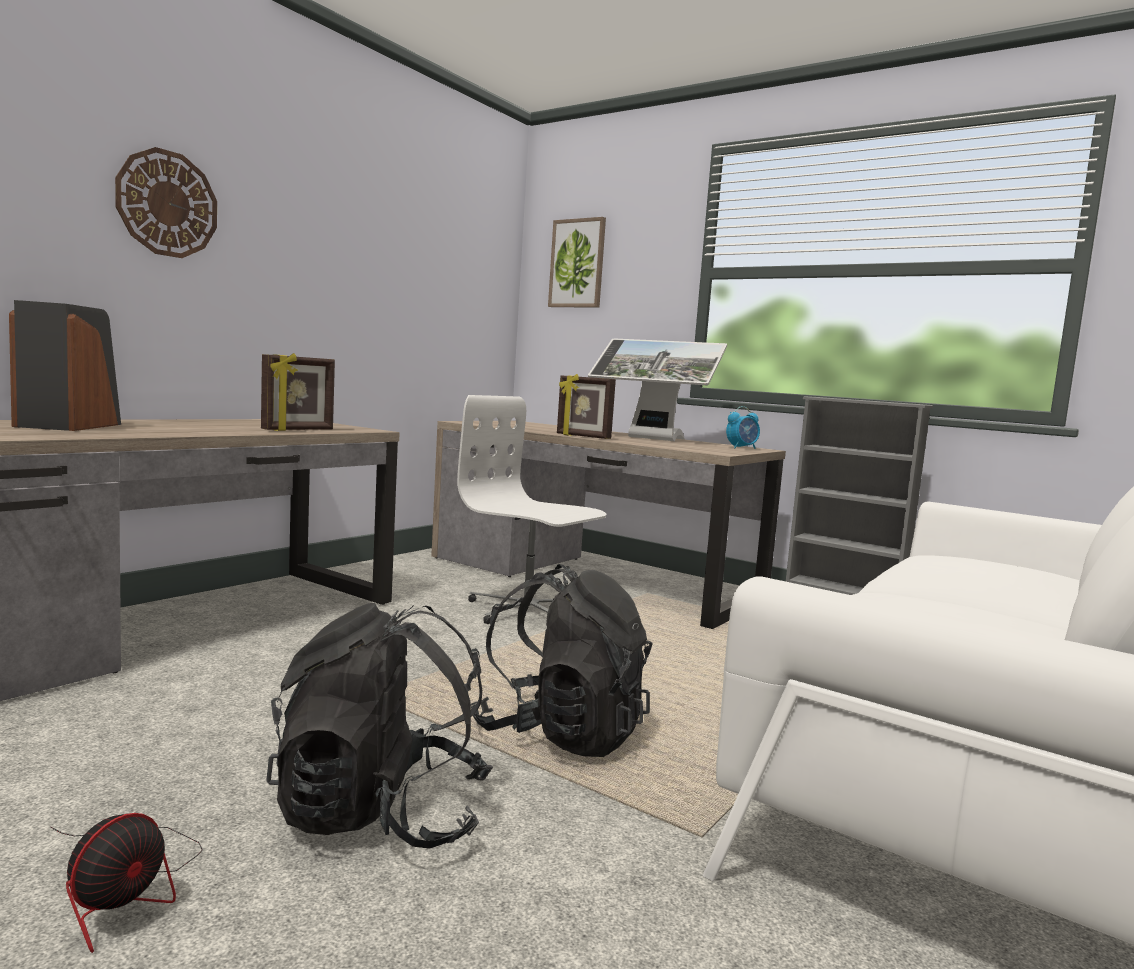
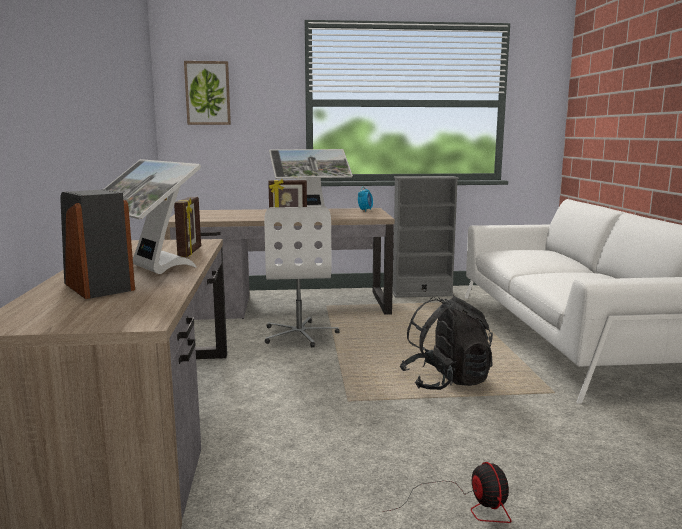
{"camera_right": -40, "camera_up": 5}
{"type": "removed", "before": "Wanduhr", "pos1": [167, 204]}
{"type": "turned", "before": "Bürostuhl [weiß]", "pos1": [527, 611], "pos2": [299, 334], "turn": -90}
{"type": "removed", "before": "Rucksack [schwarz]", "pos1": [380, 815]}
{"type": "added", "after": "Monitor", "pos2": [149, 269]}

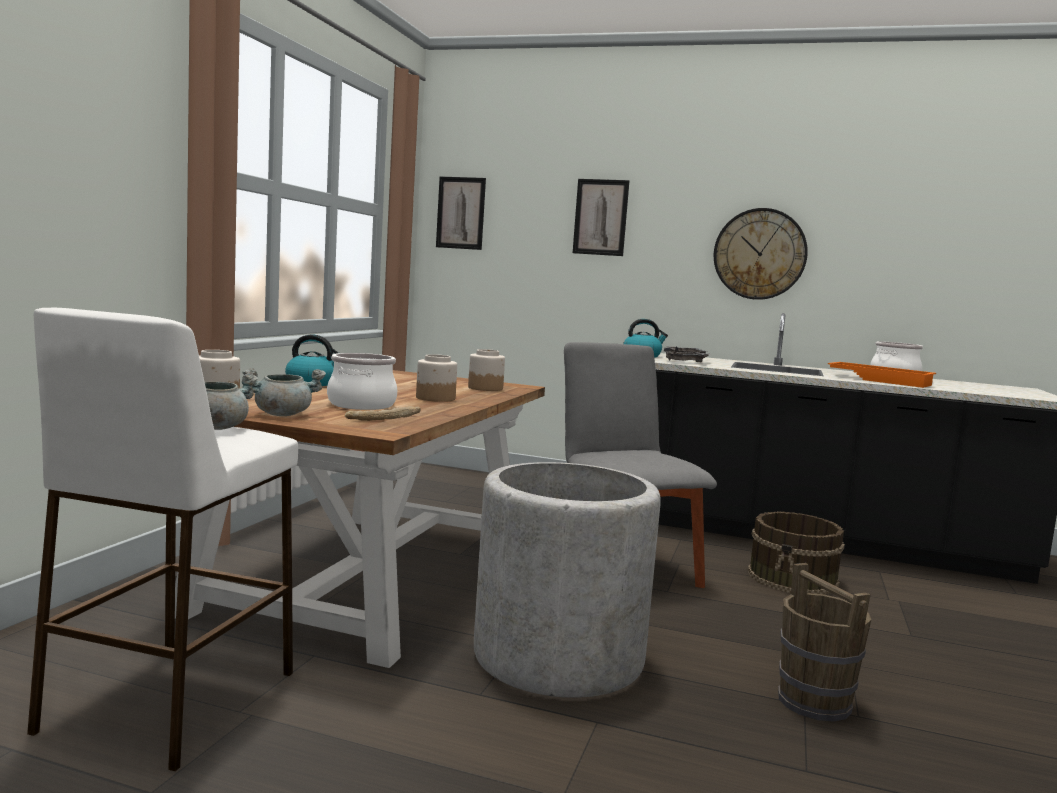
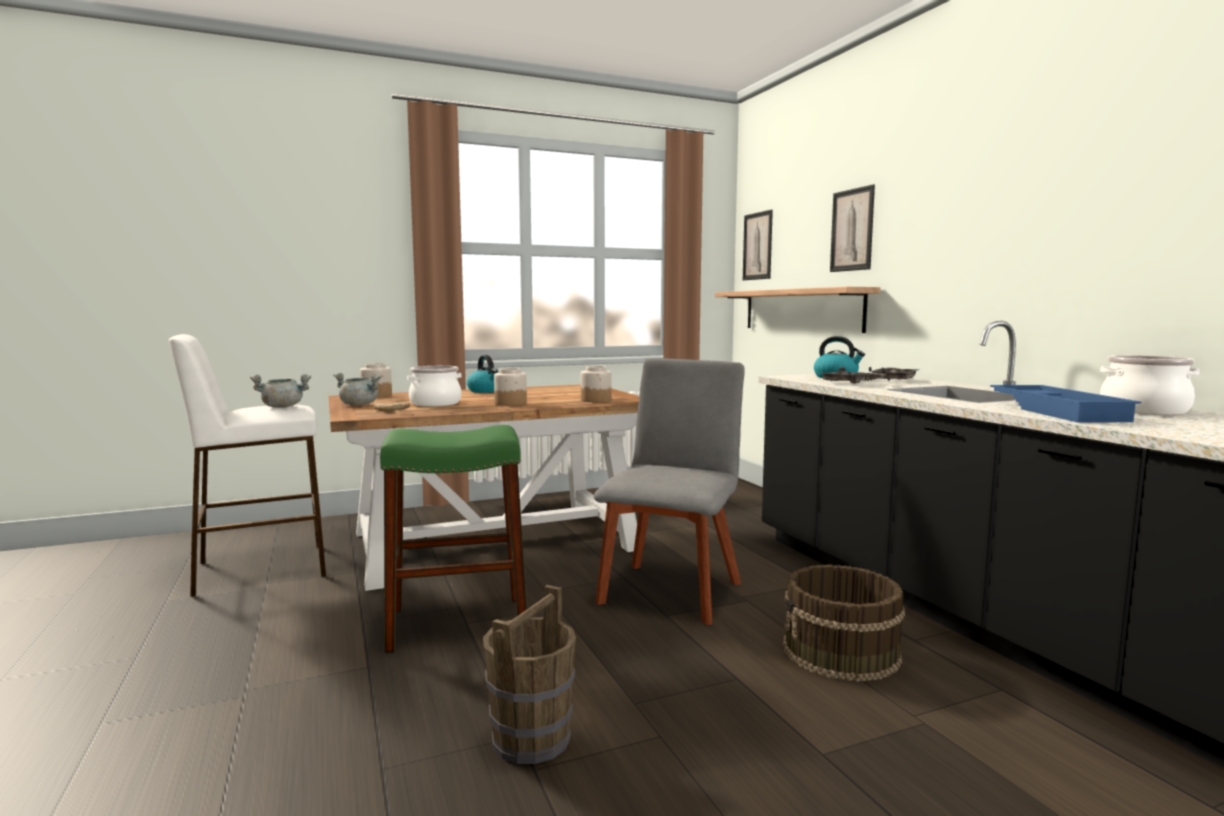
{"camera_right": 50, "camera_up": 0}
{"type": "removed", "before": "Wanduhr", "pos1": [759, 254]}
{"type": "recoloured", "before": "Tablett [orange]", "after": "Tablett [blau]", "pos1": [880, 380], "pos2": [1059, 411]}
{"type": "replaced", "before": "Pflanzkübel [grau]", "after": "Hocker [grün]", "pos1": [558, 657], "pos2": [457, 623]}
{"type": "added", "after": "Wandregal", "pos2": [801, 310]}

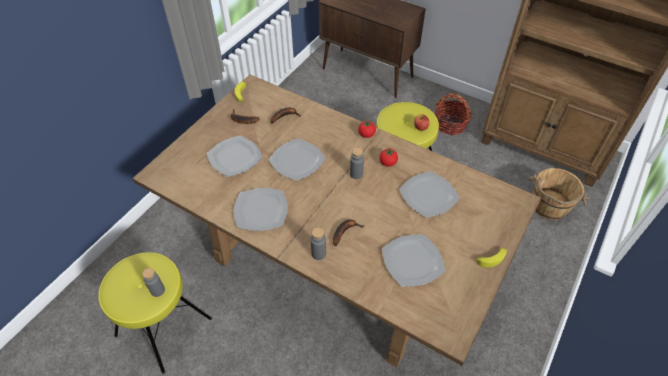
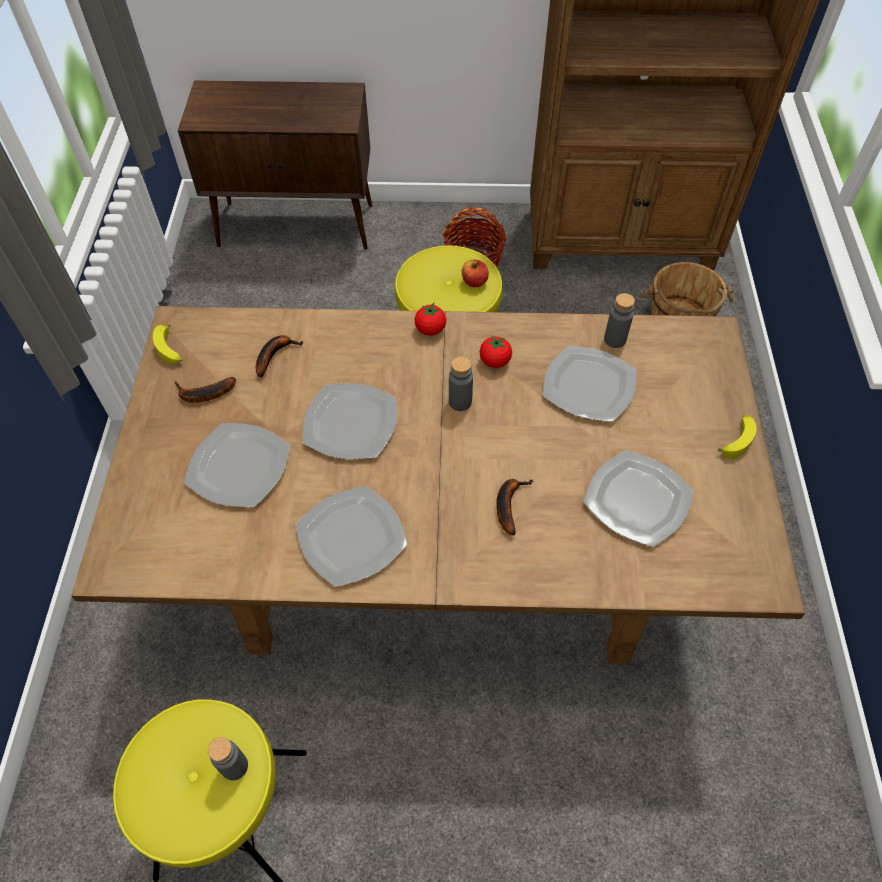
{"camera_right": -30, "camera_up": 5}
{"type": "moved", "before": "Flasche [grau]", "pos1": [318, 253], "pos2": [615, 339]}

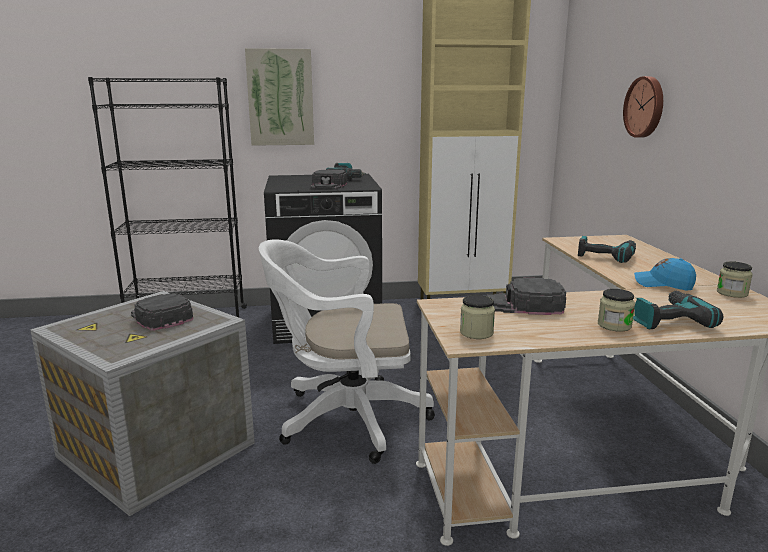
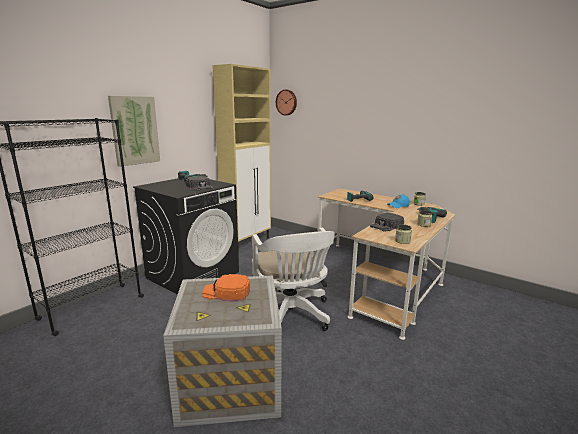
{"camera_right": -45, "camera_up": 0}
{"type": "moved", "before": "Wanduhr", "pos1": [645, 107], "pos2": [287, 102]}
{"type": "turned", "before": "Bürostuhl [weiß]", "pos1": [345, 419], "pos2": [291, 316], "turn": -60}
{"type": "recoloured", "before": "Kappe [schwarz]", "after": "Kappe [orange]", "pos1": [160, 317], "pos2": [226, 292]}

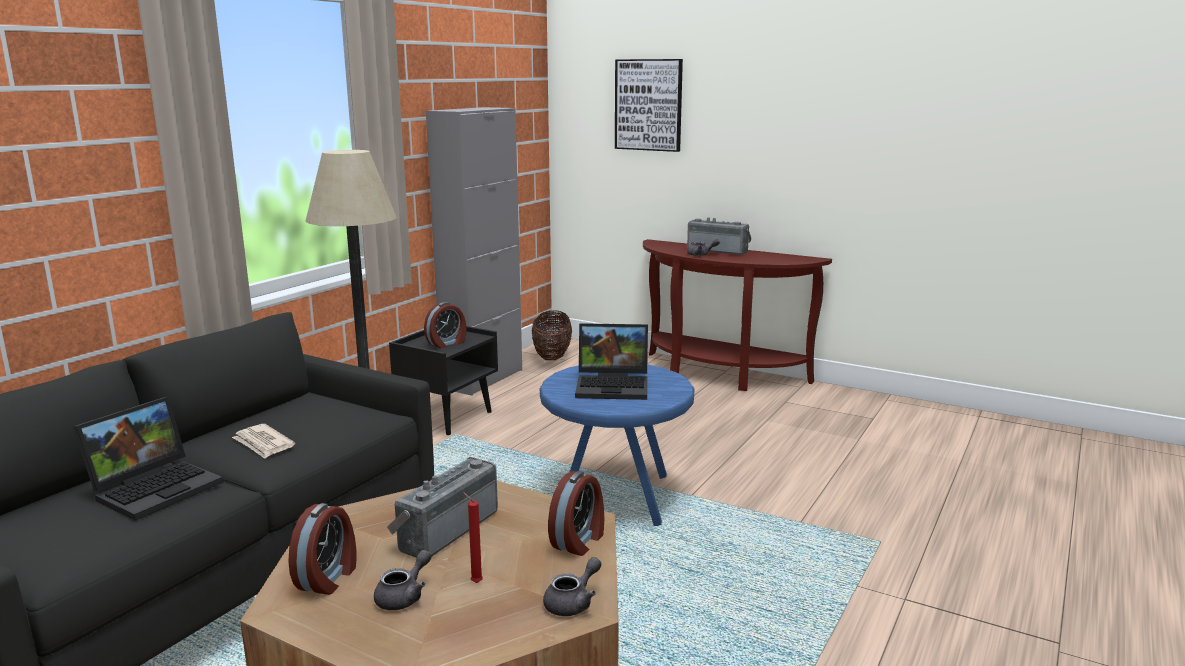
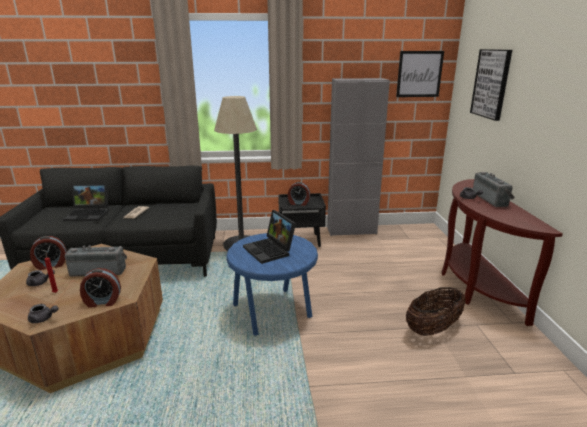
{"camera_right": 55, "camera_up": 5}
{"type": "moved", "before": "Korb", "pos1": [552, 356], "pos2": [433, 328]}
{"type": "added", "after": "Bild", "pos2": [419, 74]}

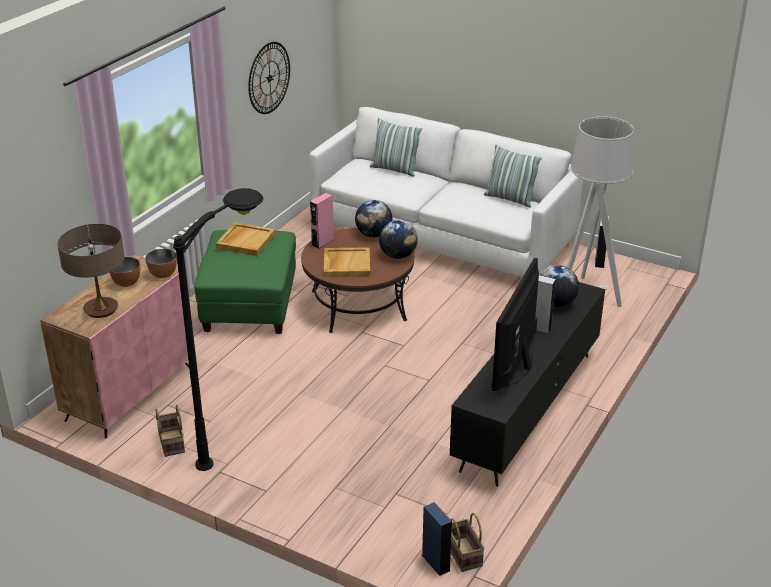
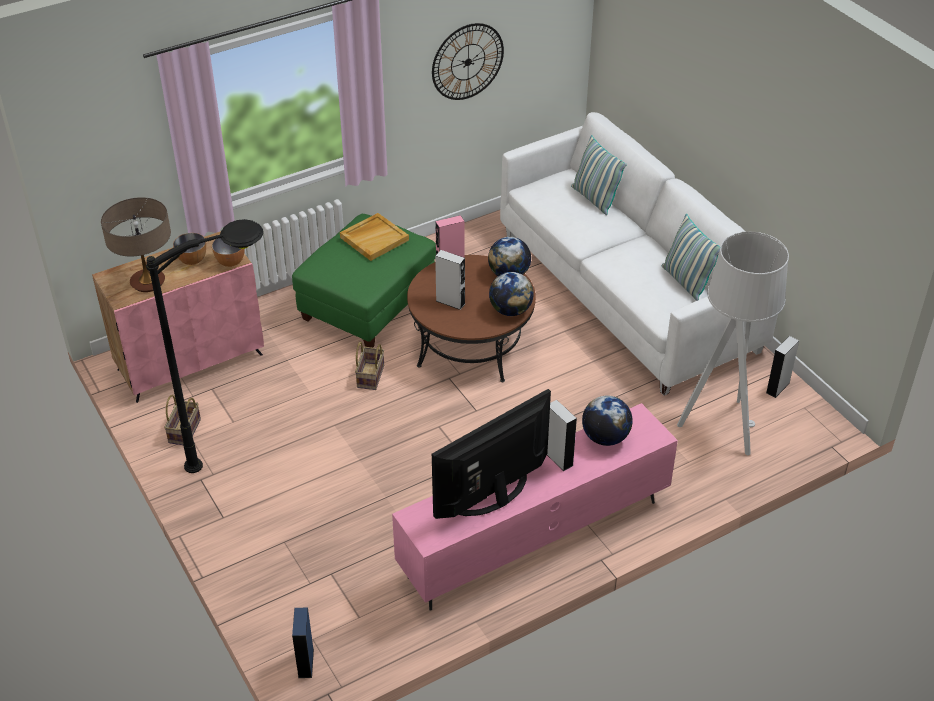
{"camera_right": 30, "camera_up": 10}
{"type": "replaced", "before": "Tablett [beige]", "after": "Lautsprecher [grau]", "pos1": [346, 264], "pos2": [450, 302]}
{"type": "recoloured", "before": "Fernsehschrank [schwarz]", "after": "Fernsehschrank [rosa]", "pos1": [527, 409], "pos2": [534, 538]}
{"type": "moved", "before": "Korb", "pos1": [462, 554], "pos2": [370, 375]}

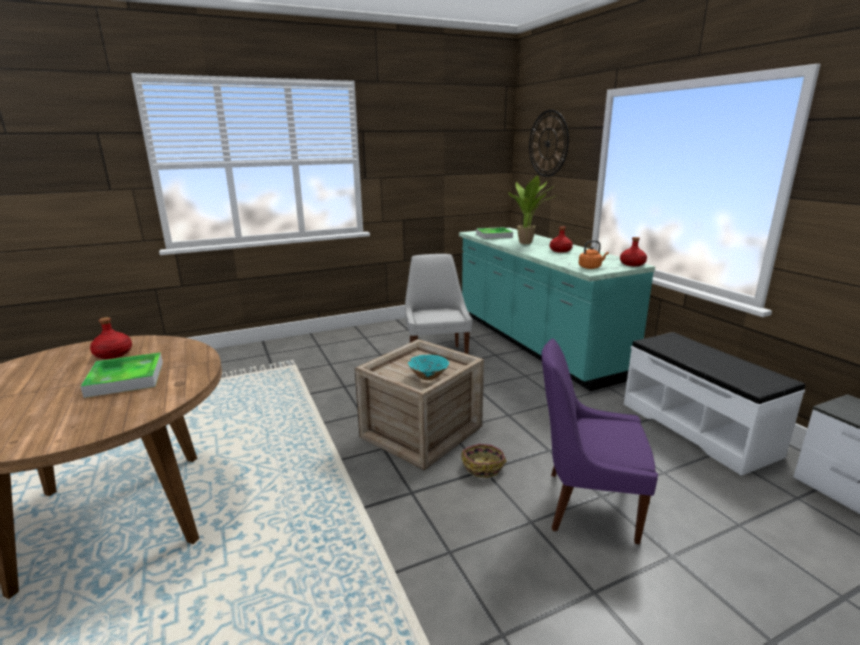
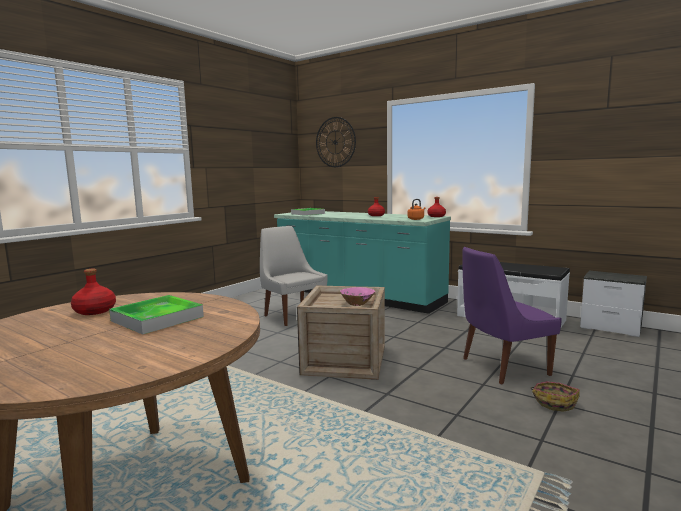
{"camera_right": -30, "camera_up": -10}
{"type": "removed", "before": "Topfpflanze", "pos1": [527, 243]}
{"type": "recoloured", "before": "Schüssel [türkis]", "after": "Schüssel [rosa]", "pos1": [428, 377], "pos2": [357, 304]}
{"type": "moved", "before": "Korb", "pos1": [483, 466], "pos2": [554, 402]}

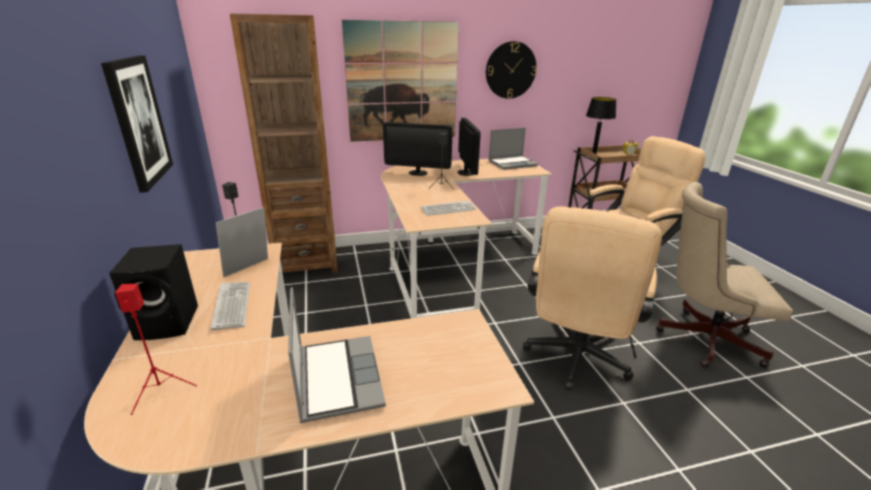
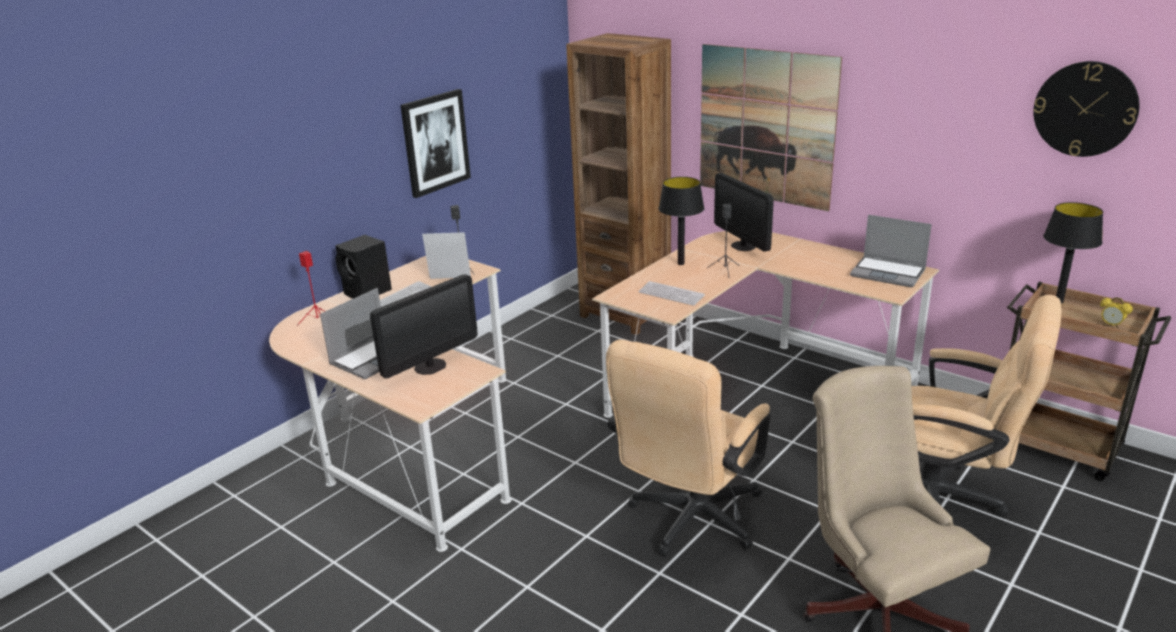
{"camera_right": 55, "camera_up": 0}
{"type": "moved", "before": "Wanduhr", "pos1": [510, 70], "pos2": [1085, 109]}
{"type": "moved", "before": "Monitor", "pos1": [465, 172], "pos2": [430, 366]}
{"type": "turned", "before": "Bürostuhl [beige]", "pos1": [575, 360], "pos2": [689, 522], "turn": -45}
{"type": "added", "after": "Tischlampe [schwarz]", "pos2": [681, 263]}

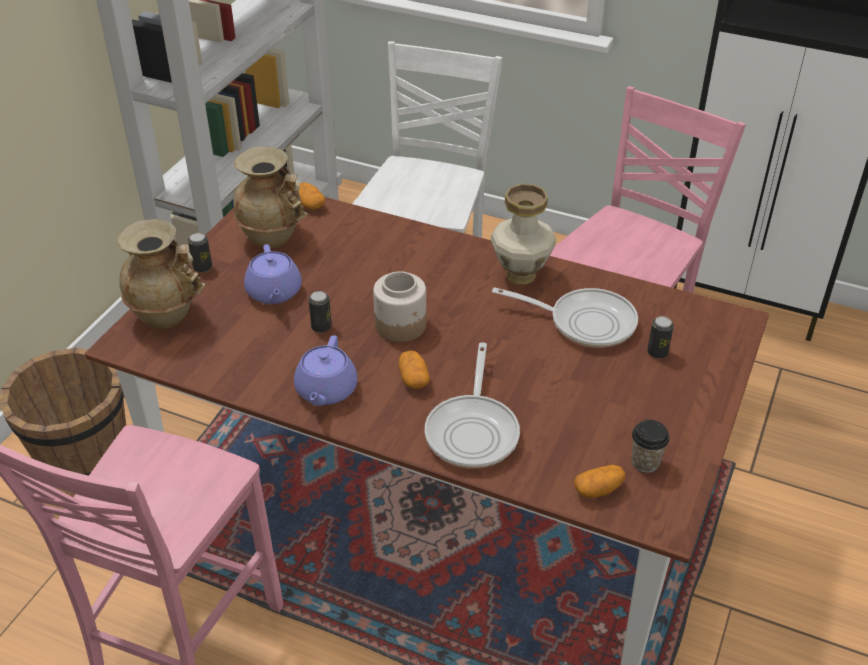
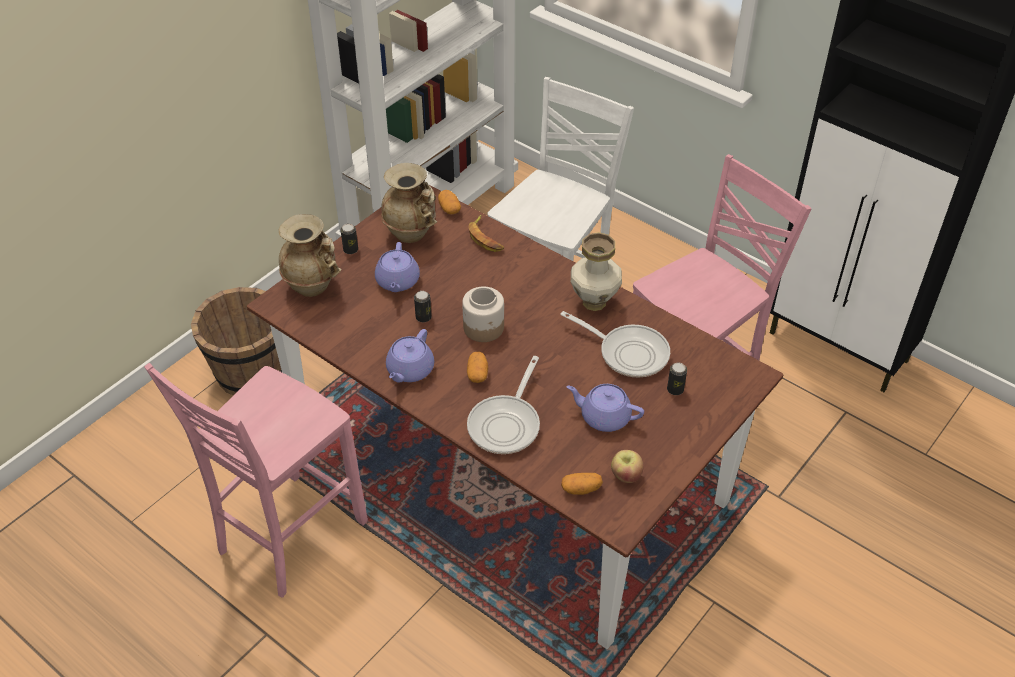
{"camera_right": 15, "camera_up": 5}
{"type": "replaced", "before": "Tasse", "after": "Apfel", "pos1": [645, 462], "pos2": [626, 475]}
{"type": "added", "after": "Banane", "pos2": [486, 238]}
{"type": "added", "after": "Teekanne [lila]", "pos2": [604, 417]}

